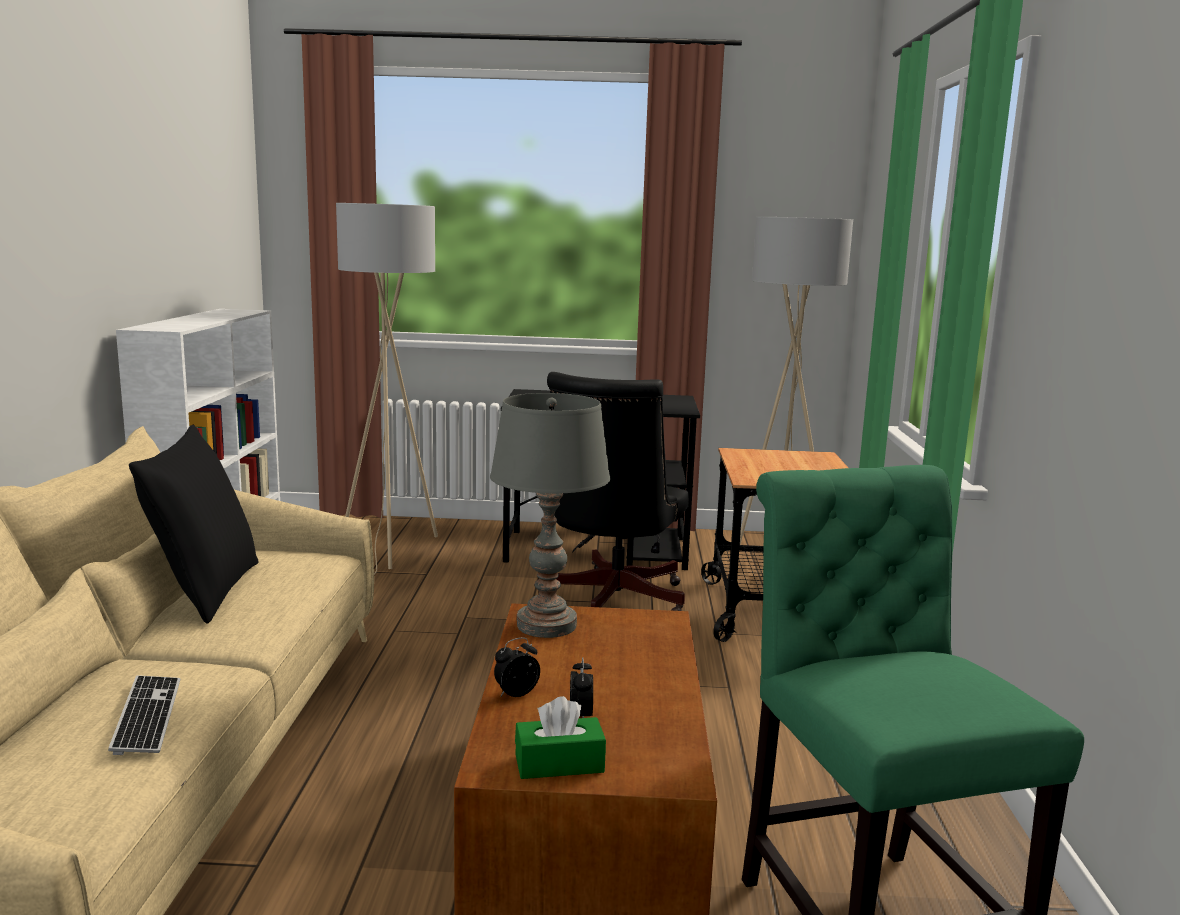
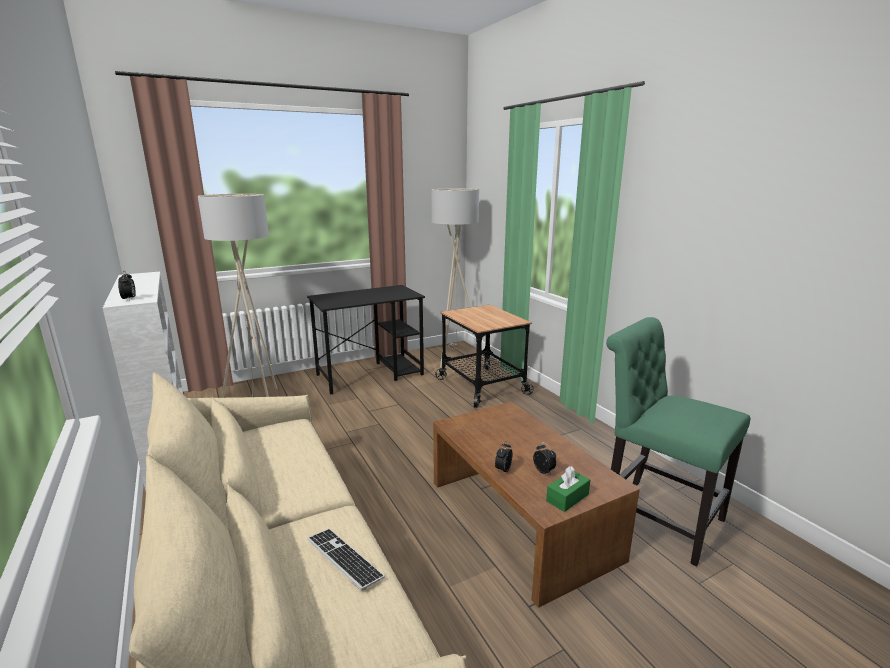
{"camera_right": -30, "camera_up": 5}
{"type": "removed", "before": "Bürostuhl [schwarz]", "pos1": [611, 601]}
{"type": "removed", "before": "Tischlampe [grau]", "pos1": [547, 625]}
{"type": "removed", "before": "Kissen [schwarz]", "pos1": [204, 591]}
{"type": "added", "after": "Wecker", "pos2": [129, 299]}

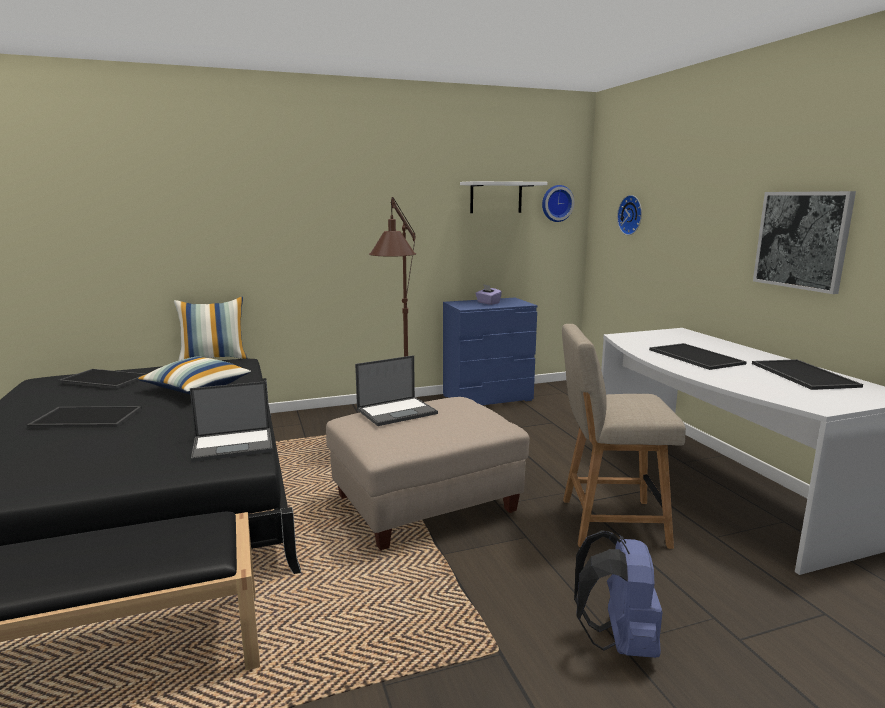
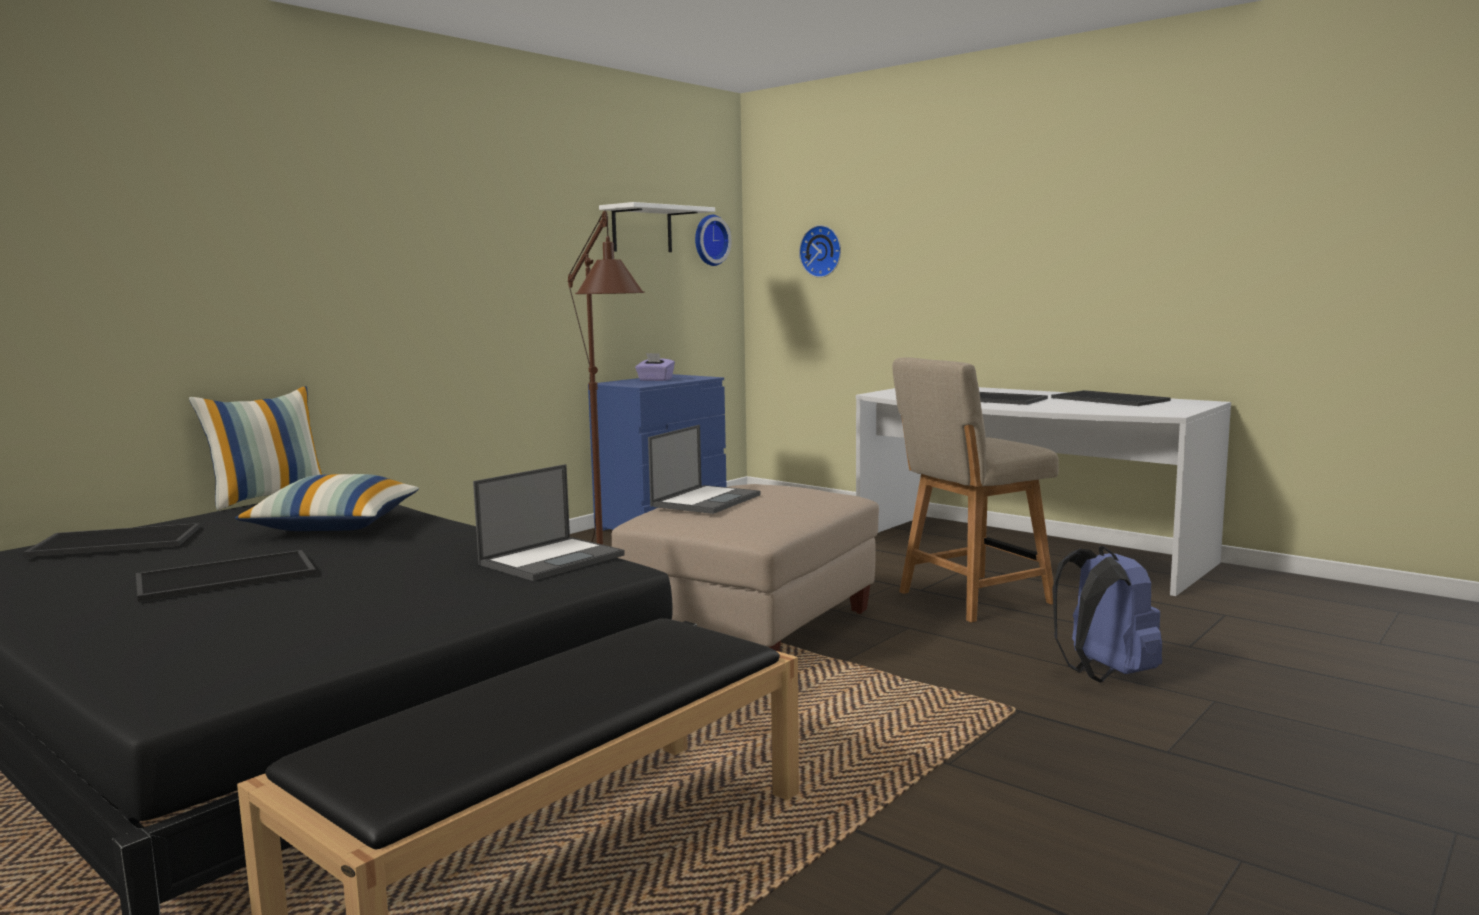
{"camera_right": -30, "camera_up": -5}
{"type": "removed", "before": "Bild", "pos1": [802, 240]}

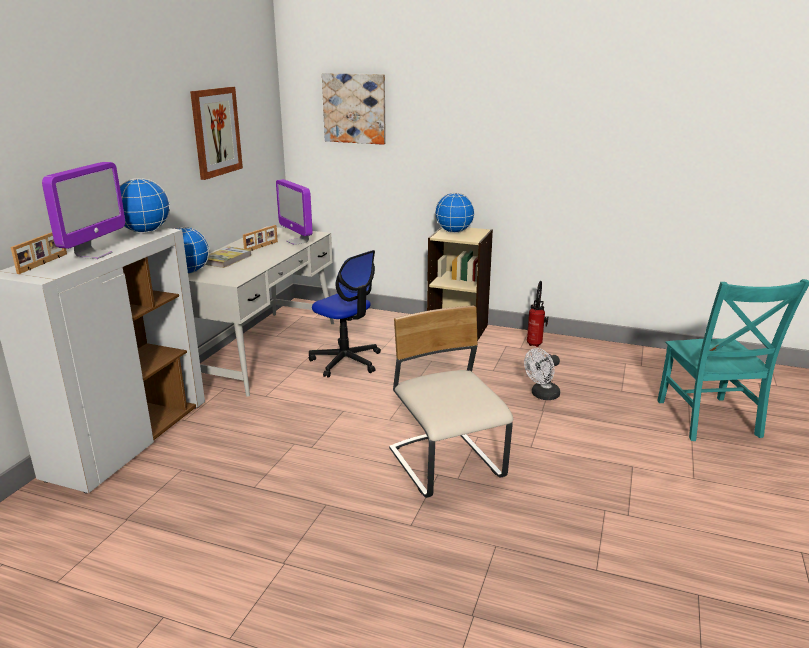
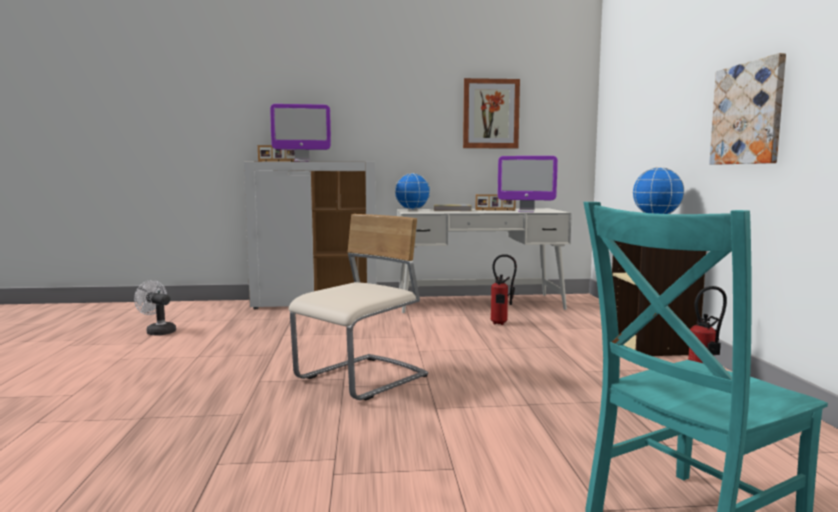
{"camera_right": 65, "camera_up": -15}
{"type": "moved", "before": "Bild", "pos1": [354, 108], "pos2": [748, 114]}
{"type": "removed", "before": "Globus", "pos1": [145, 232]}
{"type": "turned", "before": "Monitor", "pos1": [297, 241], "pos2": [526, 211], "turn": -105}
{"type": "replaced", "before": "Bürostuhl", "after": "Feuerlöscher", "pos1": [346, 361], "pos2": [501, 324]}
{"type": "moved", "before": "Ventilator [weiß]", "pos1": [542, 395], "pos2": [158, 331]}

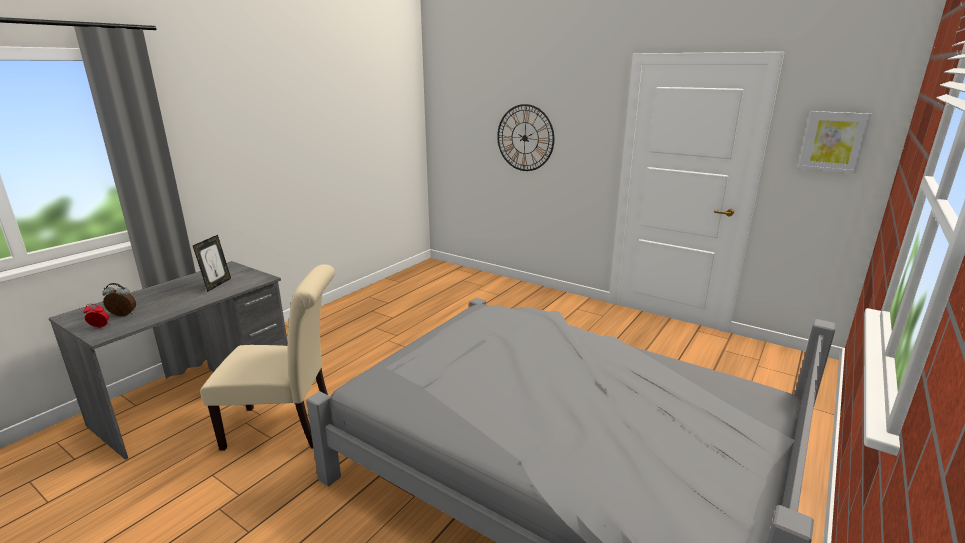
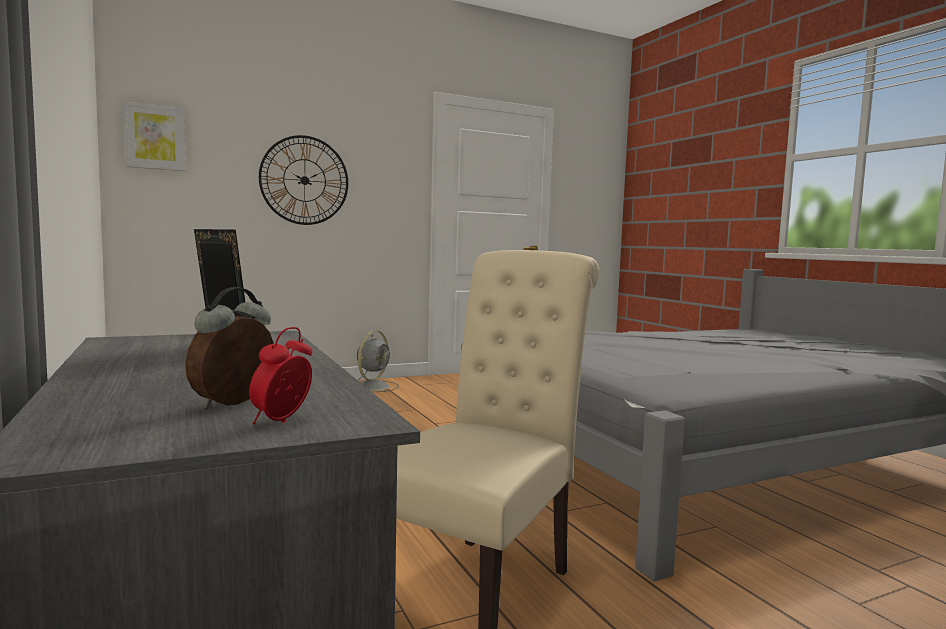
{"camera_right": -60, "camera_up": -15}
{"type": "moved", "before": "Bild", "pos1": [833, 141], "pos2": [155, 137]}
{"type": "added", "after": "Ventilator [grau]", "pos2": [374, 386]}

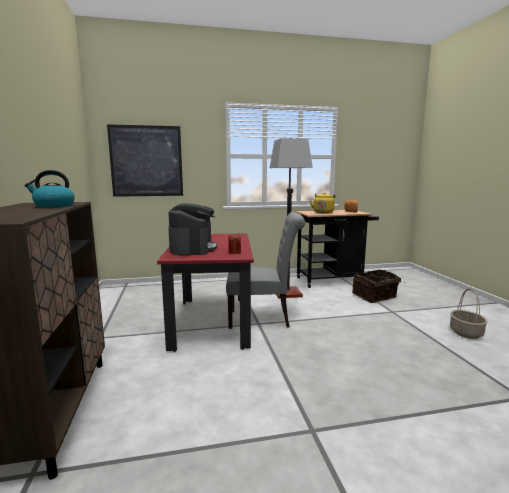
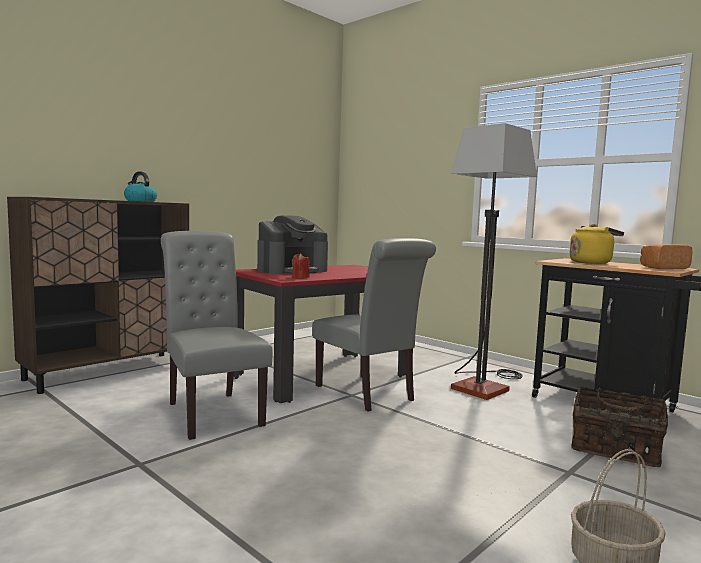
{"camera_right": 55, "camera_up": -5}
{"type": "removed", "before": "Bild", "pos1": [146, 161]}
{"type": "added", "after": "Stuhl [grau]", "pos2": [211, 411]}

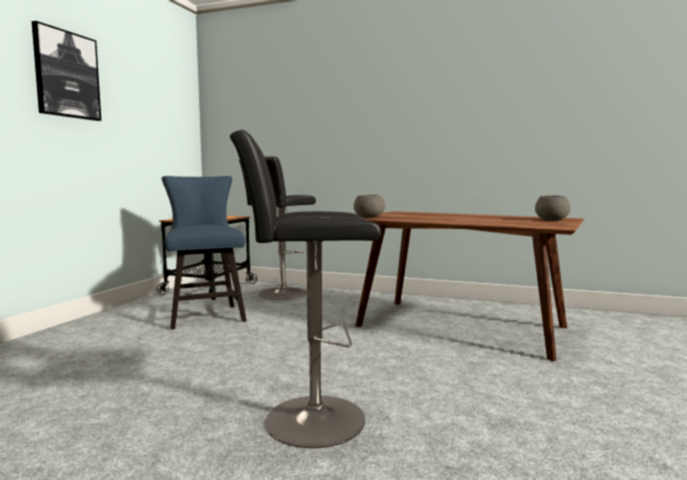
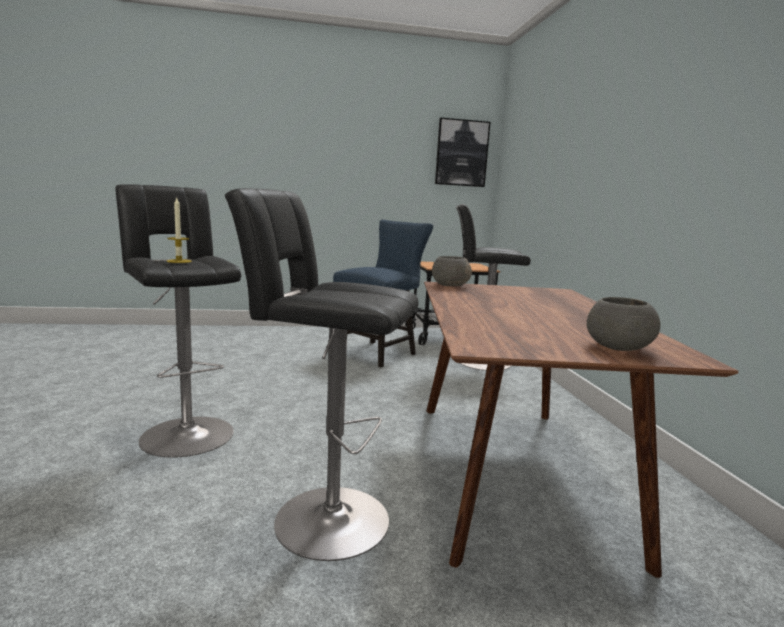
{"camera_right": 60, "camera_up": 5}
{"type": "moved", "before": "Bild", "pos1": [67, 75], "pos2": [461, 153]}
{"type": "added", "after": "Hocker [schwarz]", "pos2": [323, 519]}
{"type": "added", "after": "Kerze", "pos2": [179, 261]}

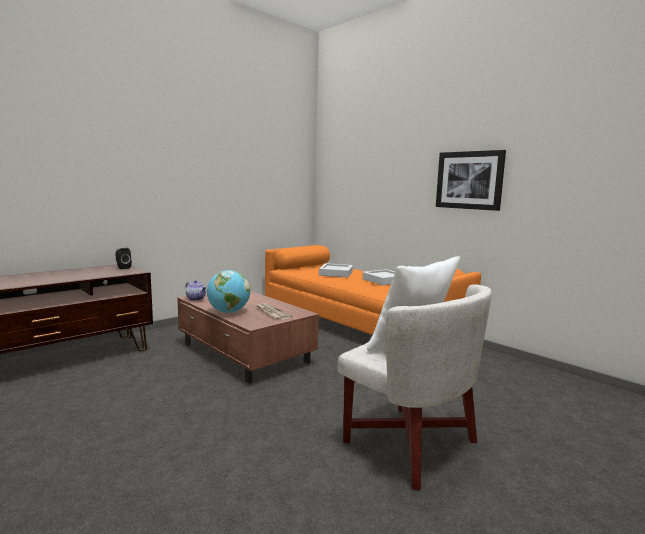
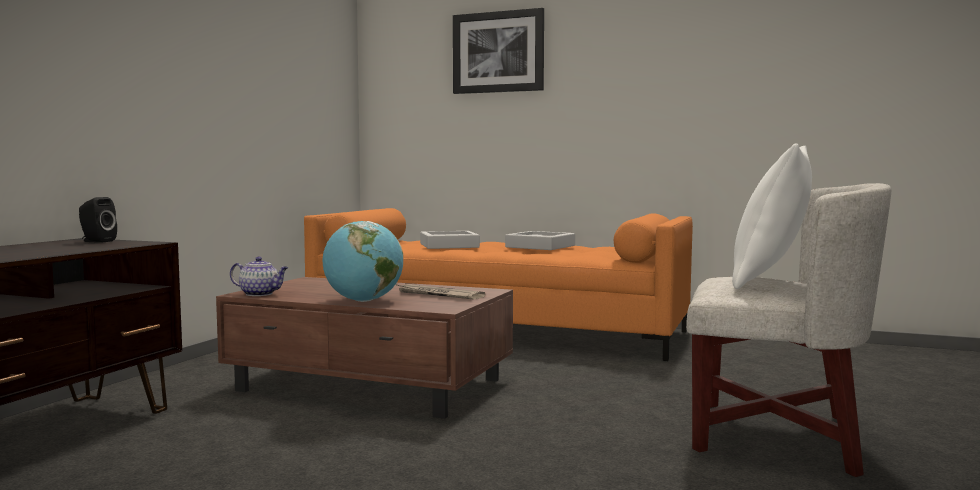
{"camera_right": -25, "camera_up": -5}
{"type": "moved", "before": "Bild", "pos1": [469, 180], "pos2": [498, 52]}

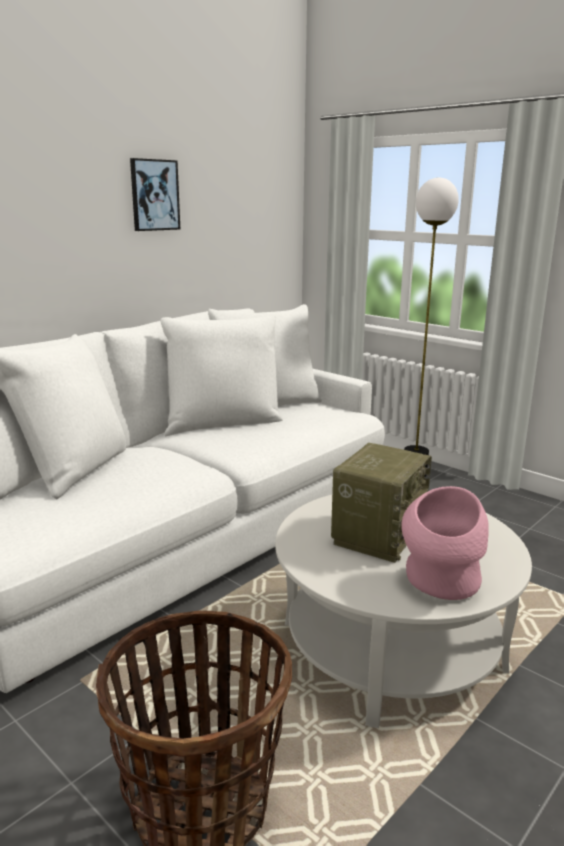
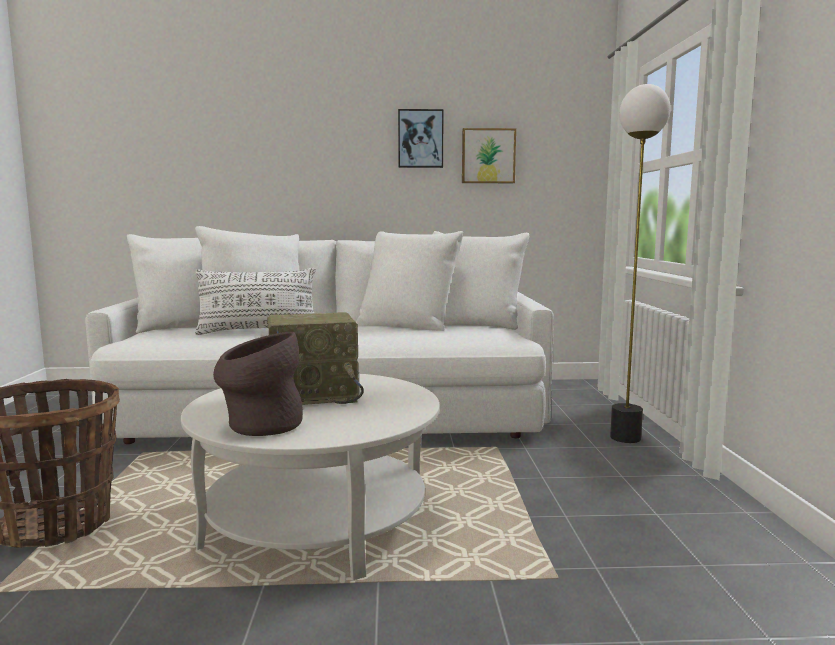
{"camera_right": 45, "camera_up": -10}
{"type": "recoloured", "before": "Vase [rosa]", "after": "Vase [braun]", "pos1": [440, 584], "pos2": [259, 425]}
{"type": "added", "after": "Bild", "pos2": [488, 156]}
{"type": "added", "after": "Kissen [weiß]", "pos2": [258, 331]}

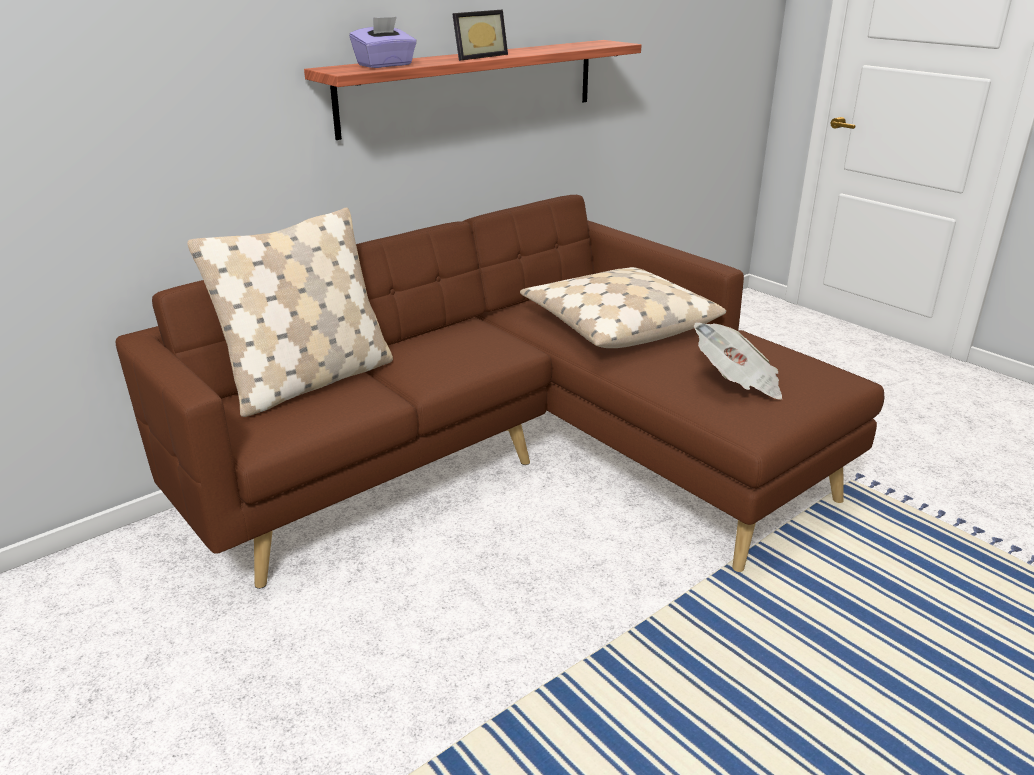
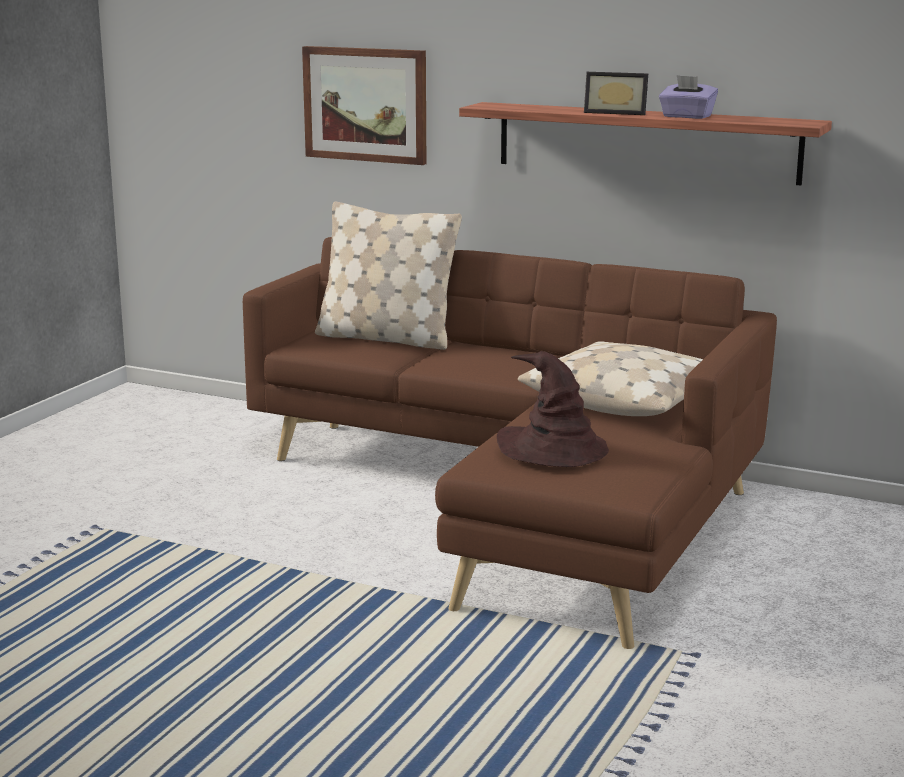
{"camera_right": 65, "camera_up": -10}
{"type": "moved", "before": "Taschentuchbox [lila]", "pos1": [385, 65], "pos2": [686, 116]}
{"type": "replaced", "before": "Zeitung", "after": "Hut [braun]", "pos1": [737, 383], "pos2": [553, 450]}
{"type": "added", "after": "Bild", "pos2": [365, 104]}

